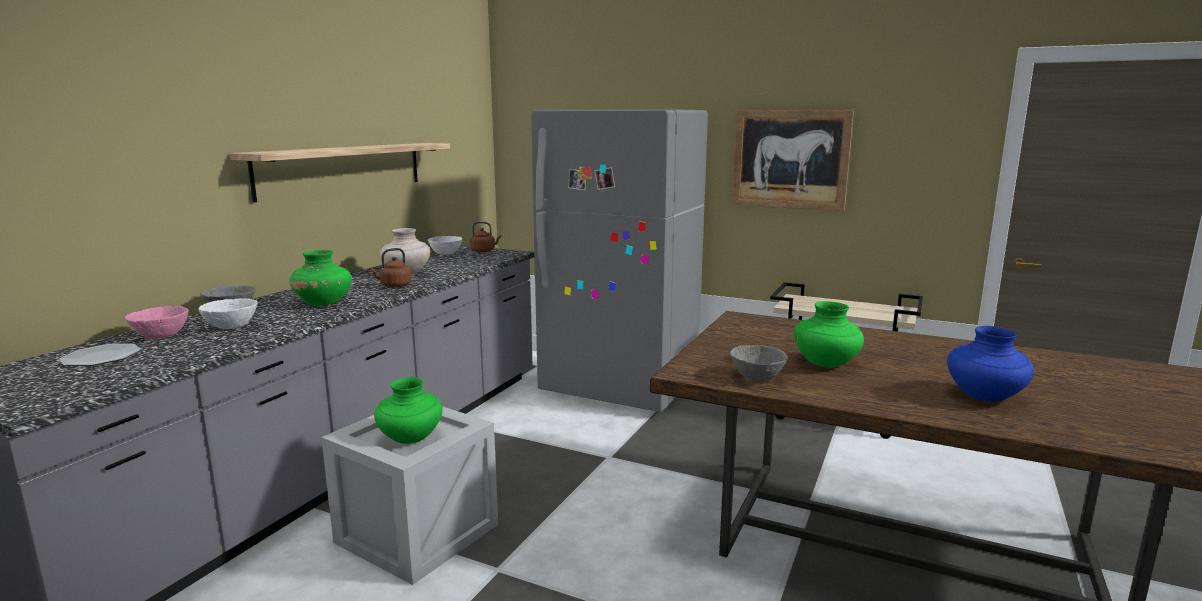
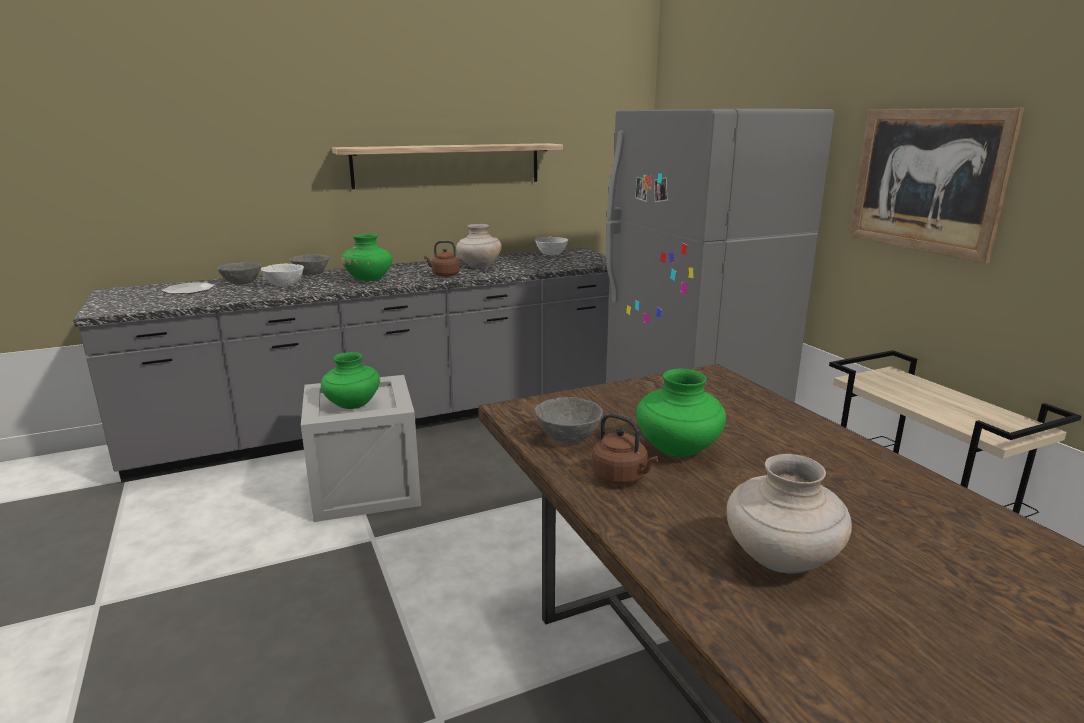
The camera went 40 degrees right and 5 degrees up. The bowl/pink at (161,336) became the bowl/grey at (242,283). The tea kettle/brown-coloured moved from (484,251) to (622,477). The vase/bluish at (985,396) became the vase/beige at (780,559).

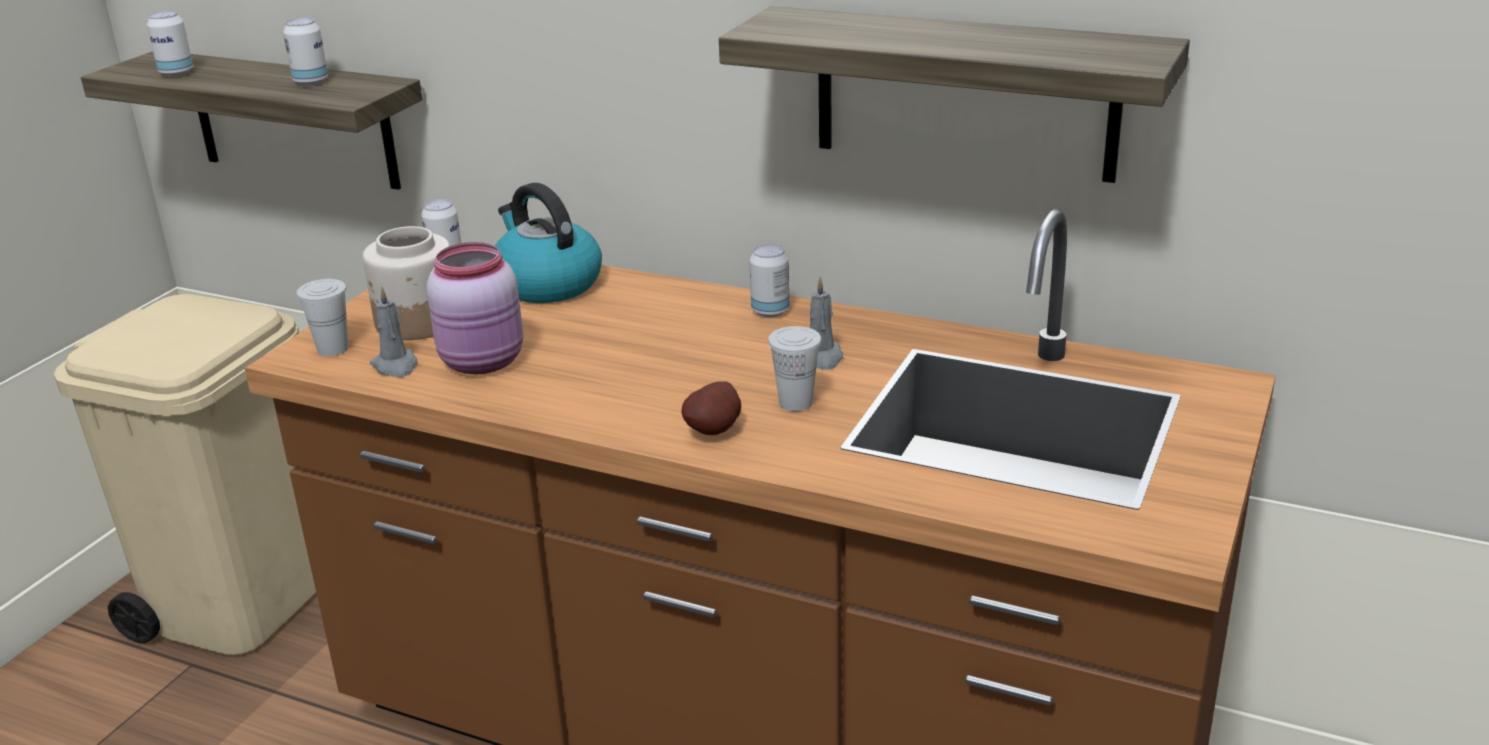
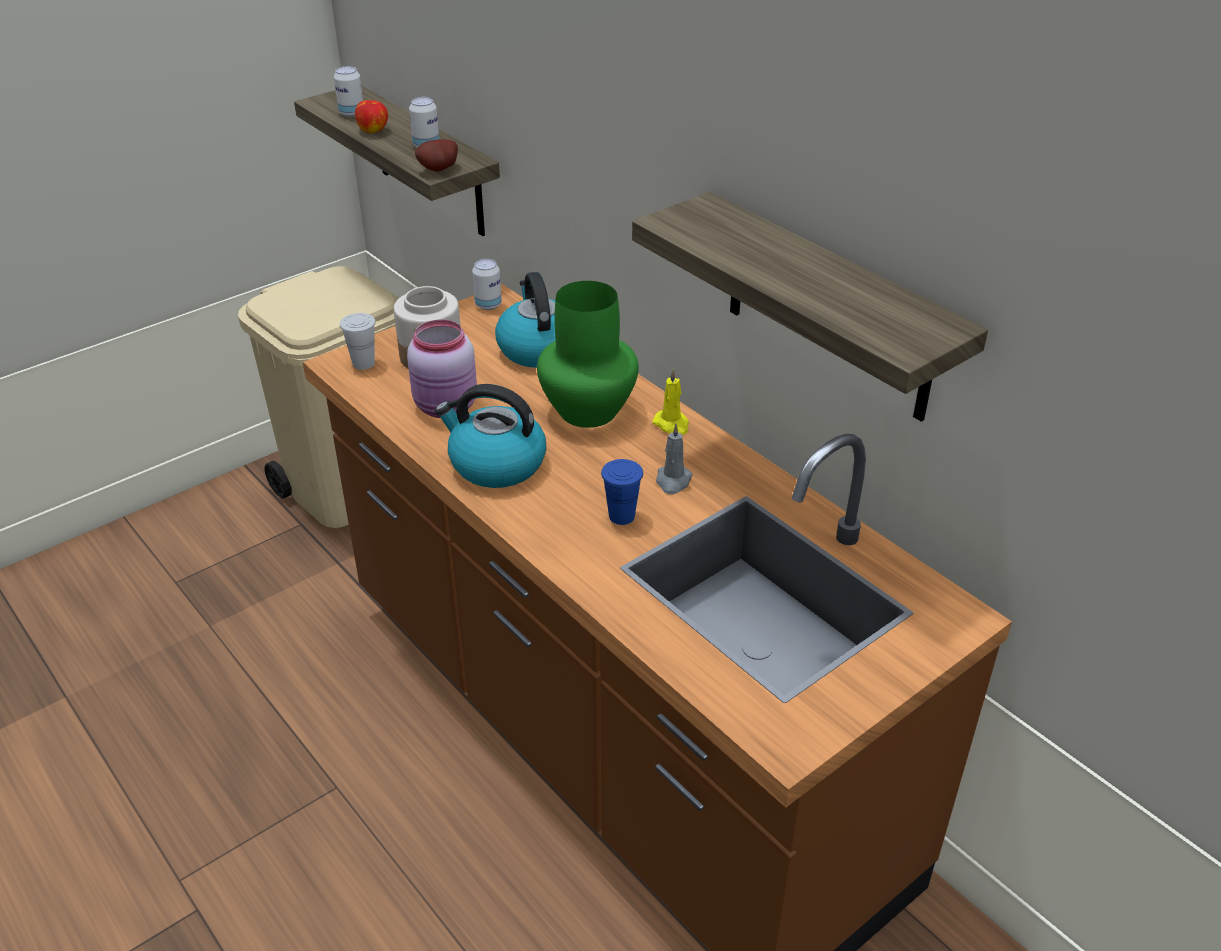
The camera went 25 degrees right and 10 degrees up. The wax light/grey at (396,366) disappeared. The whole potato moved from (716,431) to (440,170). The metal can at (770,311) was replaced by the wax light/yellow-coloured at (672,424). The small cup/white at (795,403) became the small cup/bluish at (621,516). The apple fruit at (373,131) appeared. The tea kettle at (495,464) appeared. The vase/green at (587,411) appeared.

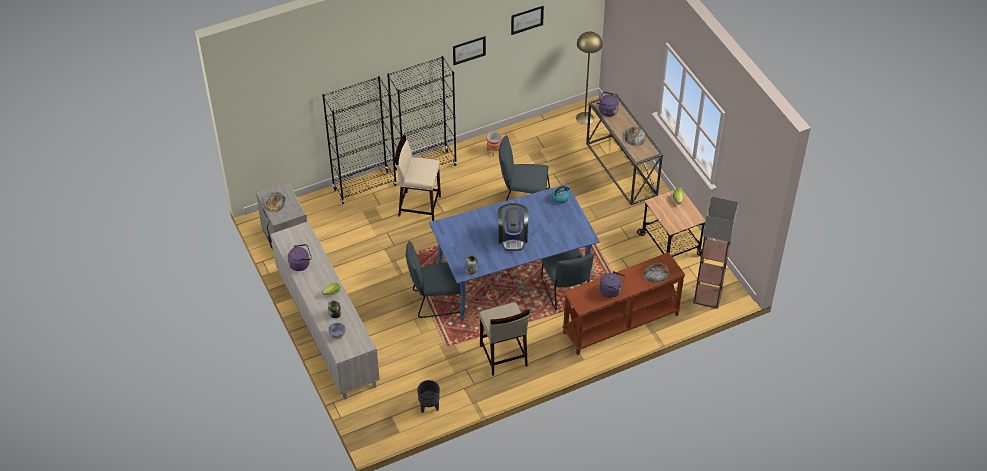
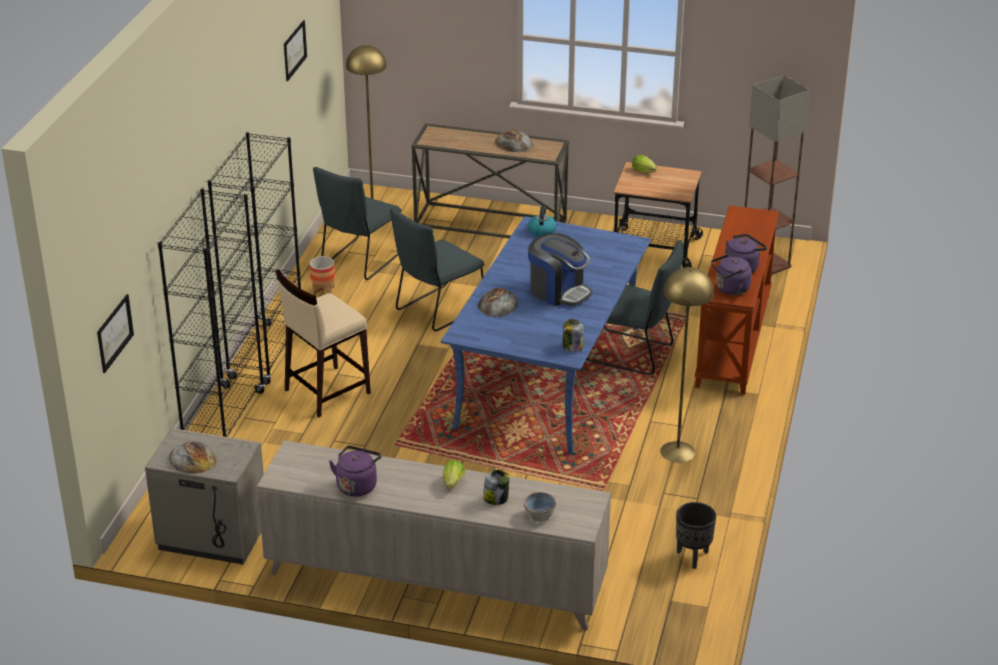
The camera went 50 degrees left and 15 degrees down. The plain chair/grey moved from (435,301) to (359,261). The wall art moved from (469,50) to (114,333). The sitting stool/beige at (503,356) was replaced by the standing lamp/yellow-coloured at (677,452). The tea kettle/purplish moved from (606,111) to (730,289). The bakery bread moved from (656,273) to (498,304).

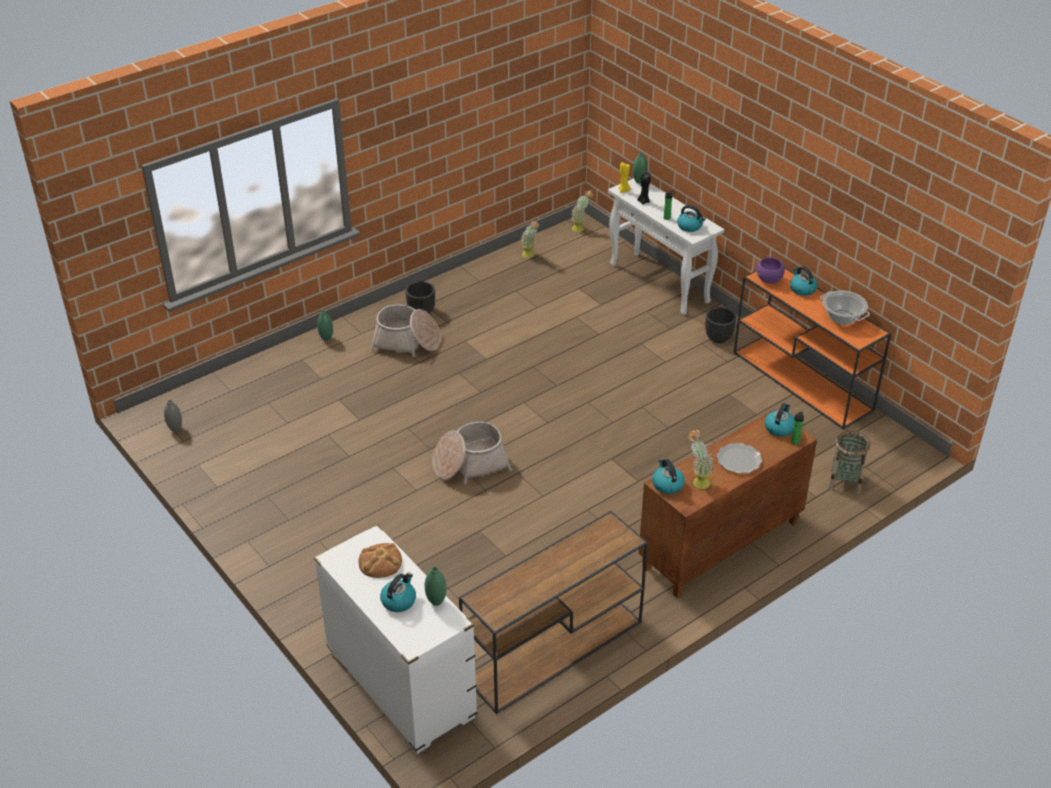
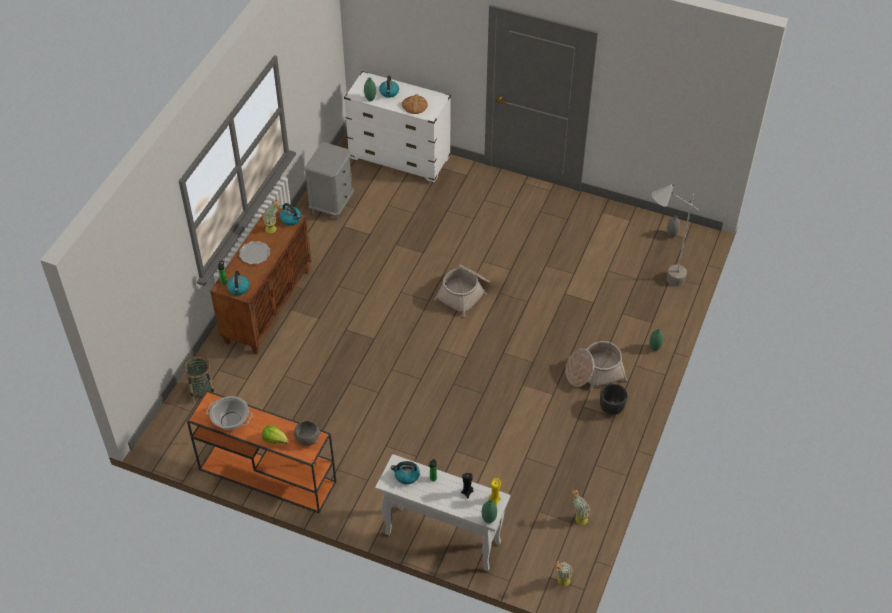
The camera went 150 degrees right and 10 degrees up. The console table/brown-coloured at (552,650) was replaced by the night table/grey at (332,204). The flower pot/black at (719,338) disappeared. The bowl/purplish at (768,279) became the bowl/grey at (307,439). The tea kettle at (802,289) was replaced by the head of lettuce at (275,439). The standing lamp/grey at (661,282) appeared.

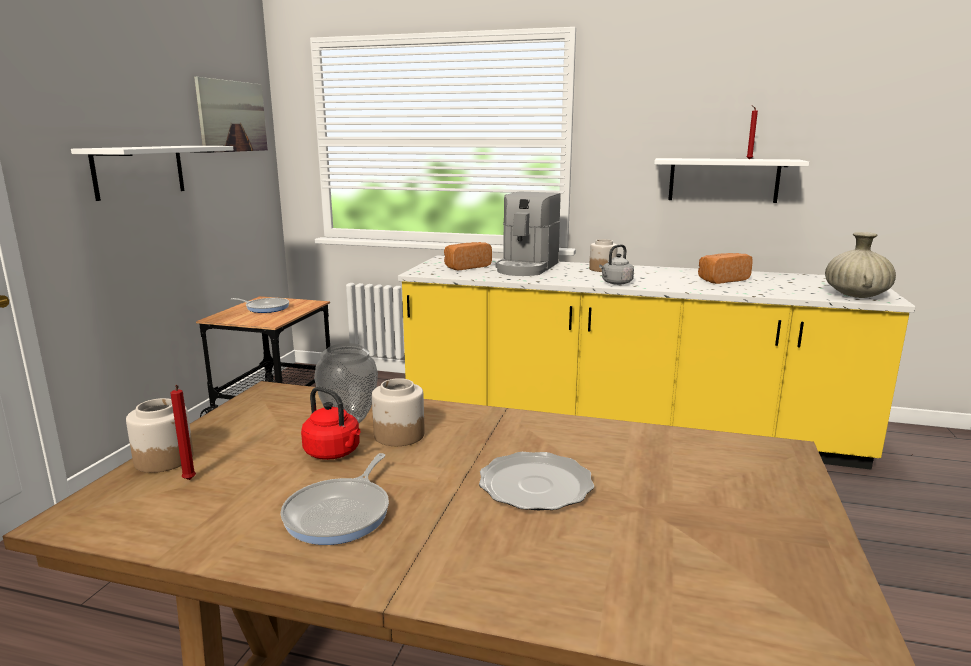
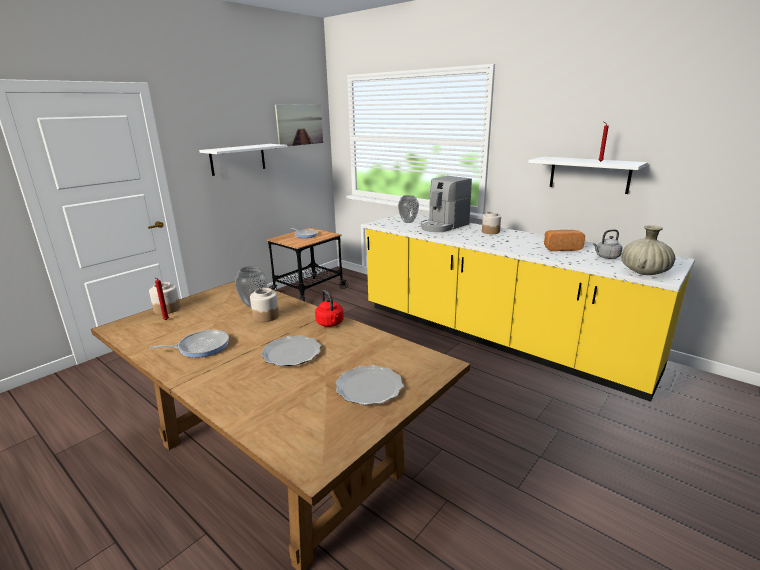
The camera went 25 degrees right and 5 degrees up. The pan at (341,514) turned 150 degrees counterclockwise. The tea kettle/red-coloured moved from (334,453) to (330,323). The bakery bread at (466,267) was replaced by the vase at (408,222). The tea kettle/grey moved from (615,283) to (606,257). The plate at (369,388) appeared.

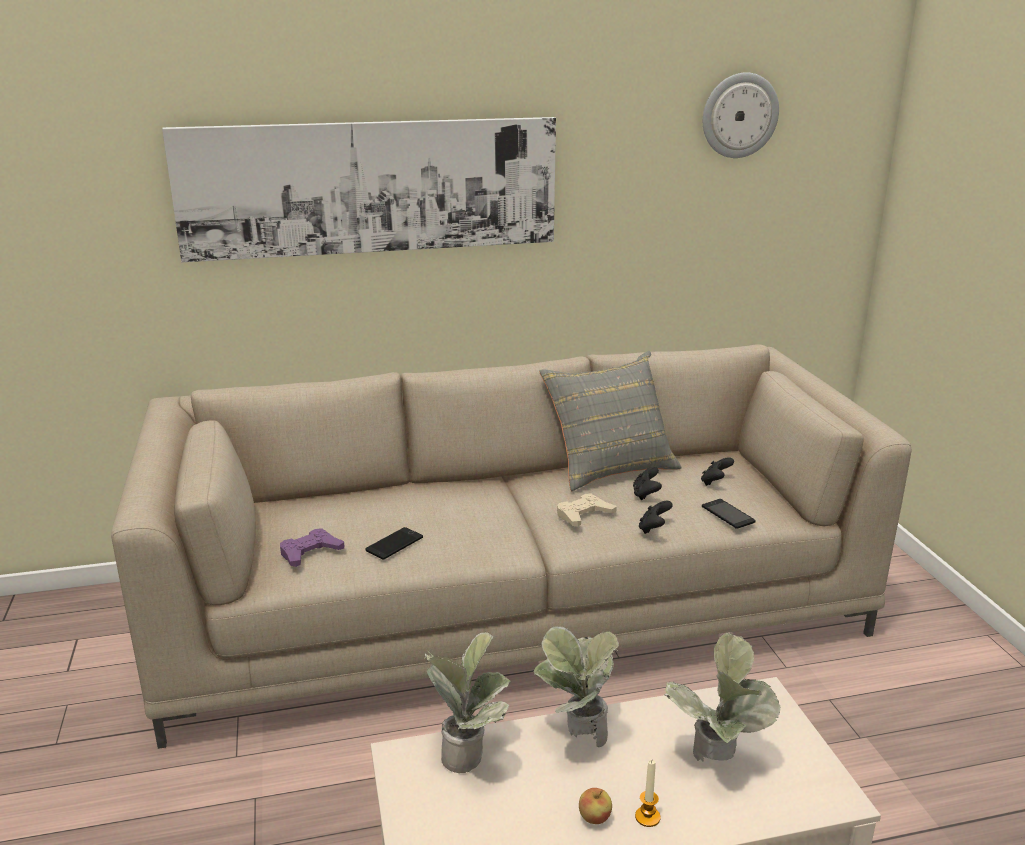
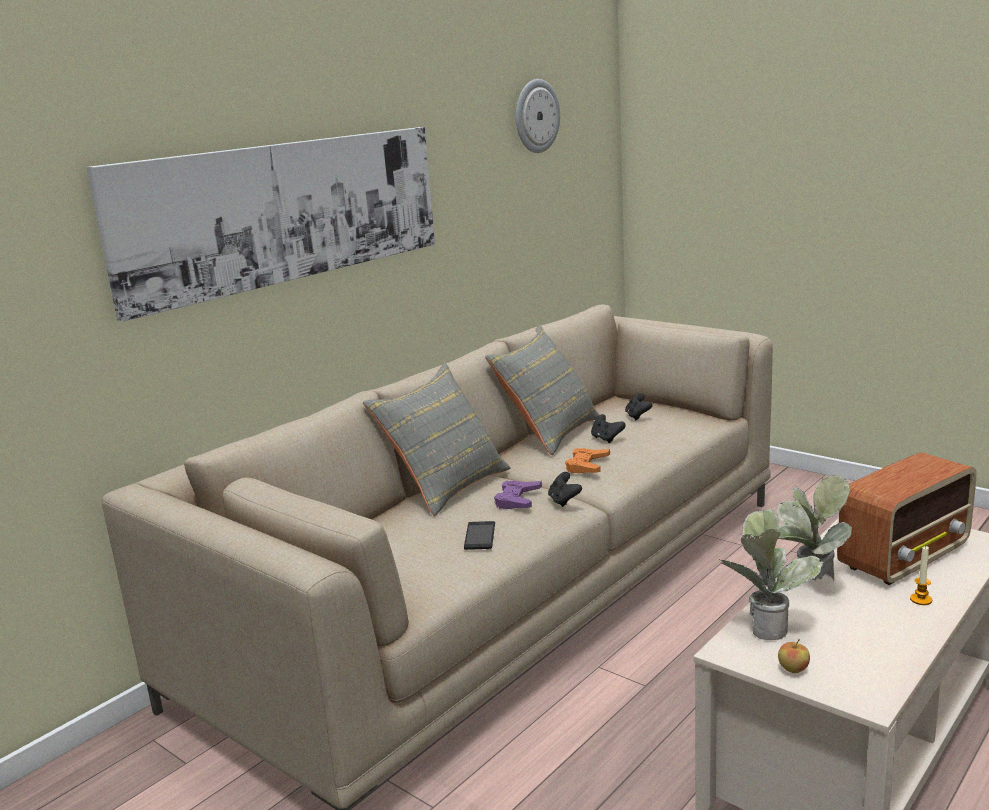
The camera went 35 degrees left and 5 degrees down. The gamepad/purplish moved from (310,553) to (517,500). The gamepad/beige at (584,515) became the gamepad/orange-coloured at (587,465). The apple fruit moved from (594,818) to (793,669). The gamepad/black moved from (653,529) to (564,501). The plant in a pot at (716,764) was replaced by the radio at (905,557). The phone at (728,514) disappeared. The pillow/grey at (445,486) appeared.

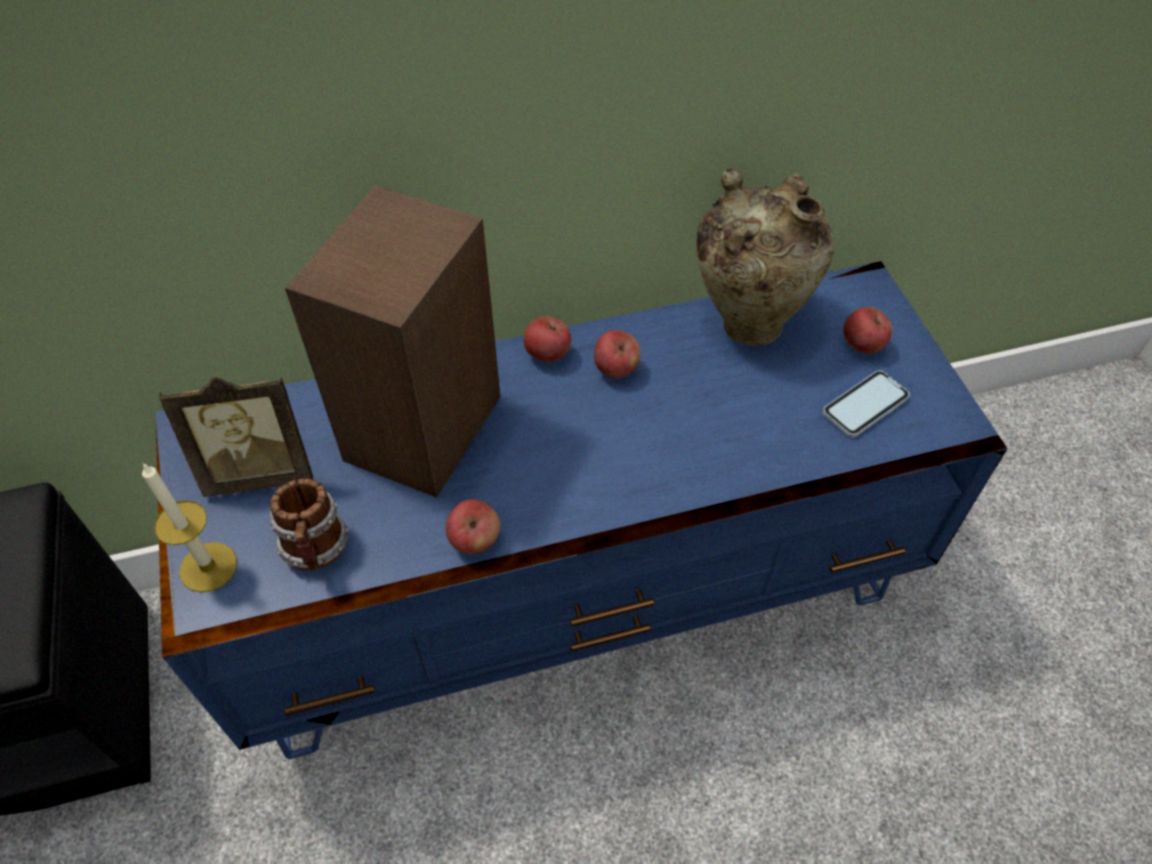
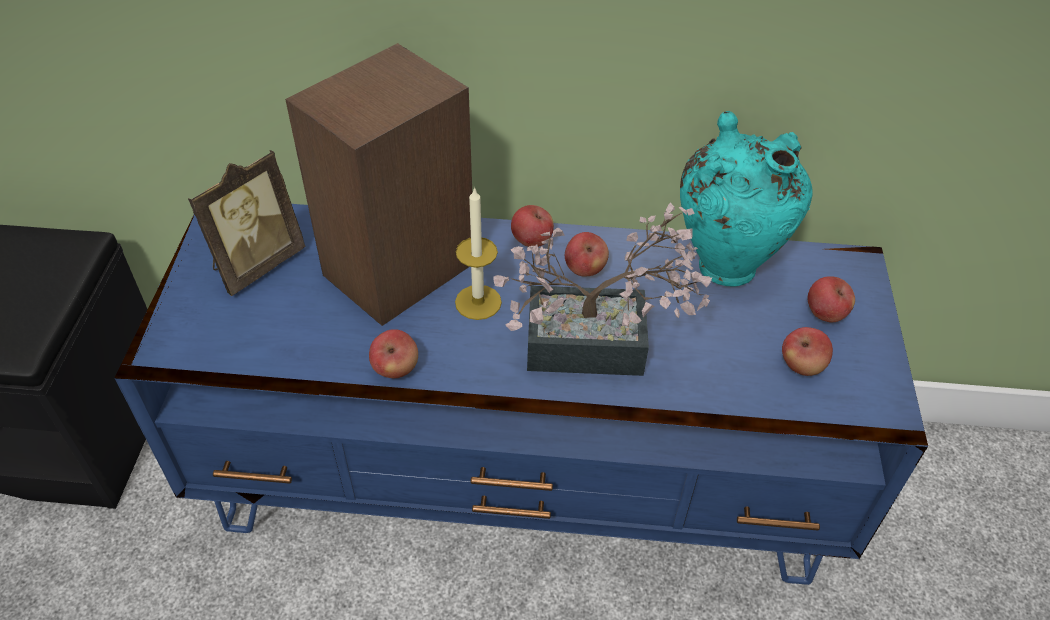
The camera went 20 degrees right and 5 degrees down. The wax light moved from (208,567) to (478,302). The standing frame at (261,471) turned 60 degrees counterclockwise. The mug at (317,550) disappeared. The vase/beige at (748,320) became the vase/turquoise-coloured at (726,263). The phone at (865,405) was replaced by the apple fruit at (801,366). The plant in a pot at (601,346) appeared.

